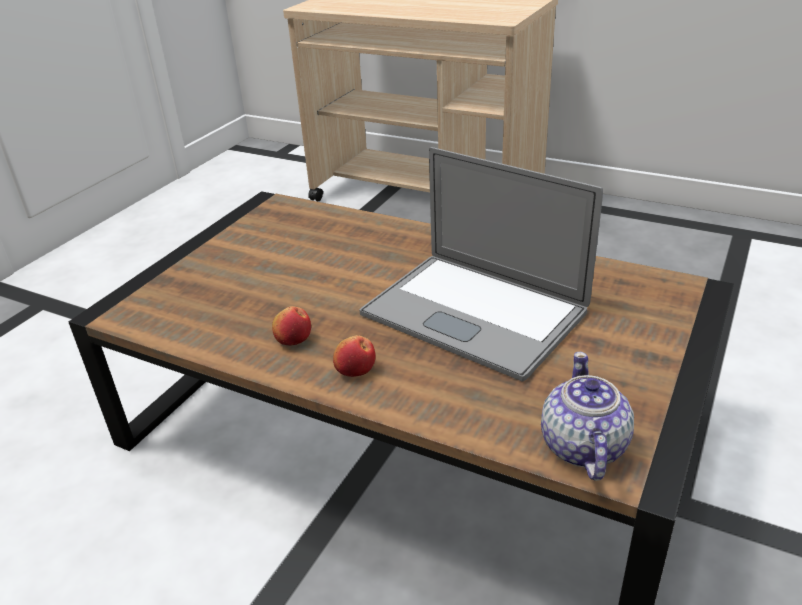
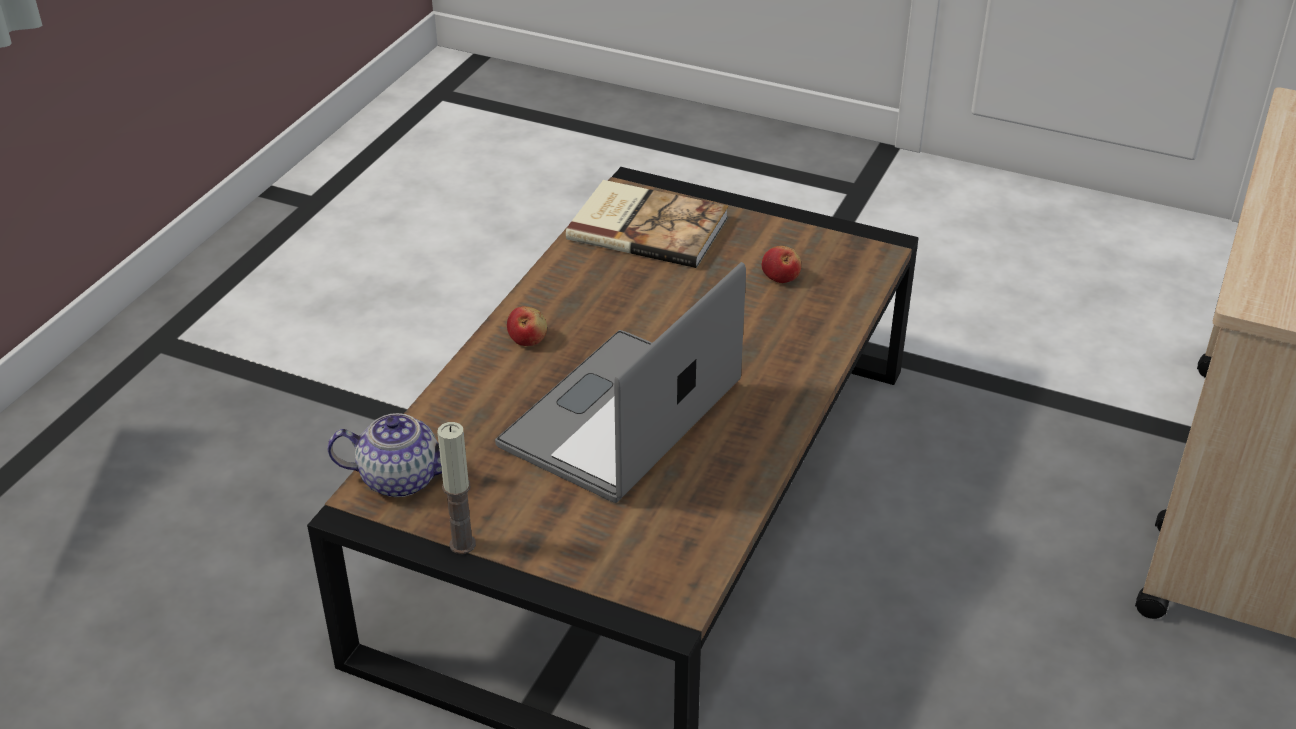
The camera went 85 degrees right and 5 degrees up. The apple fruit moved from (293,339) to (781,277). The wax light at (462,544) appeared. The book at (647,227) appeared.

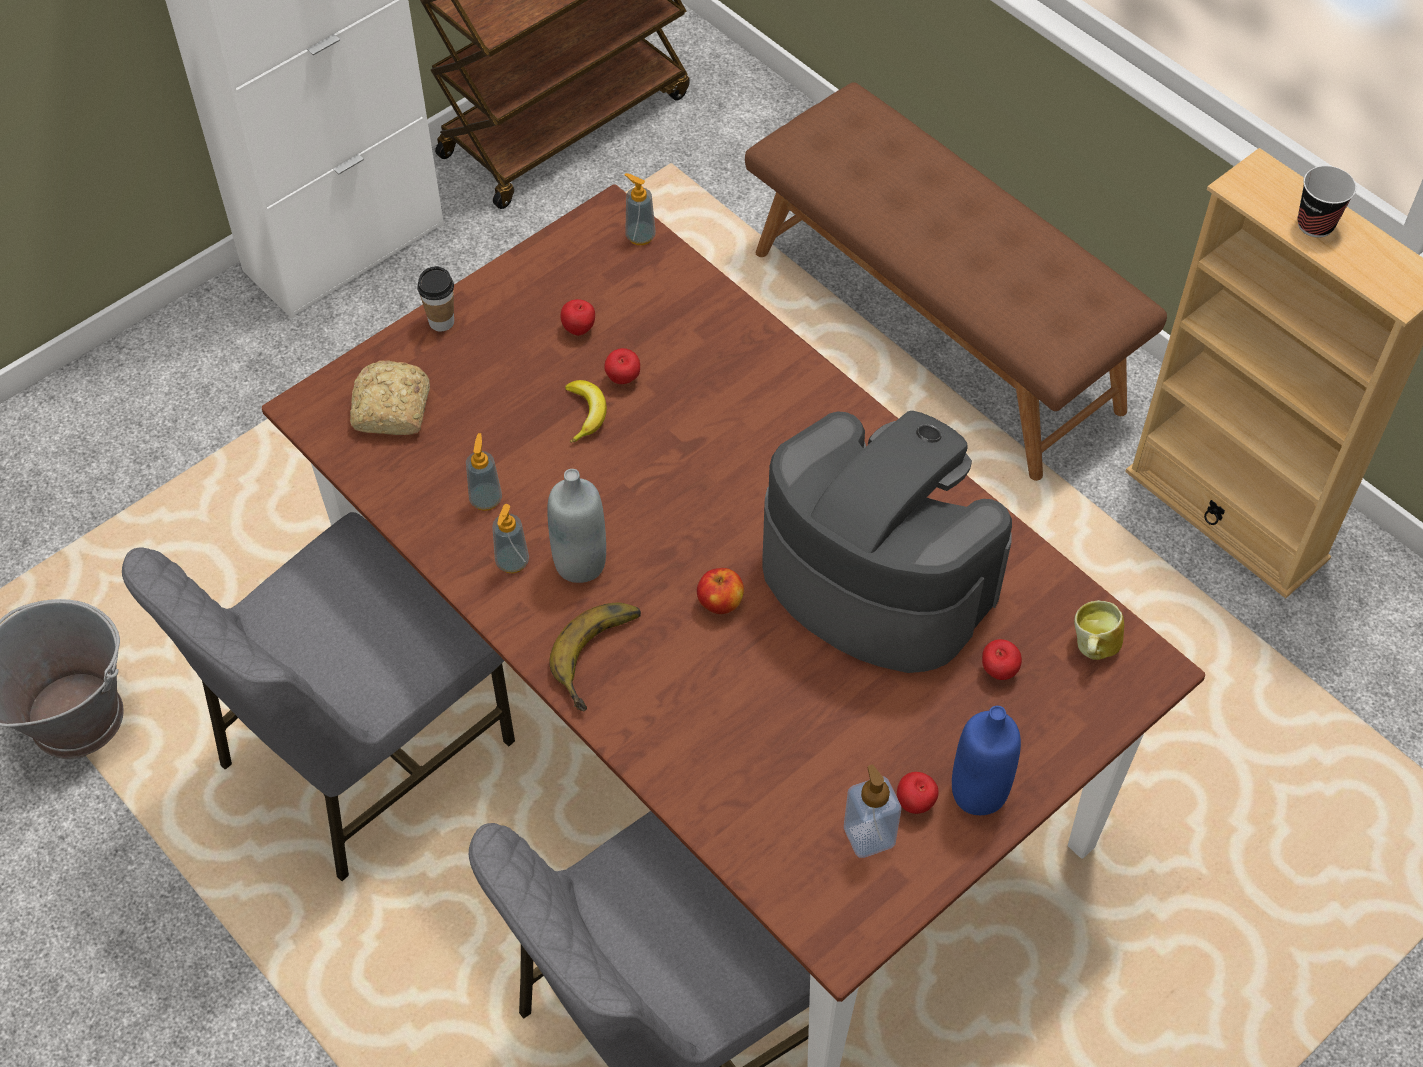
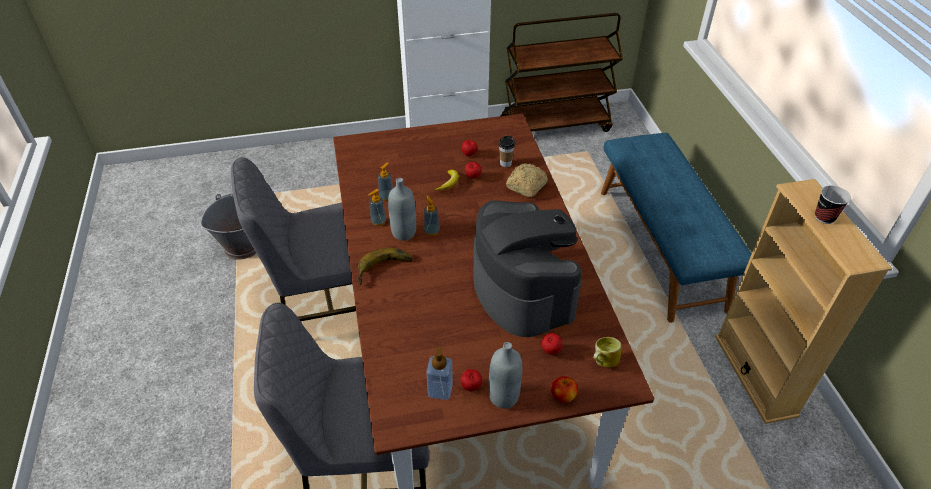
The camera went 30 degrees right and 10 degrees down. The bakery bread moved from (391,411) to (525,186). The small cup moved from (441,322) to (505,163). The soap bottle moved from (640,236) to (431,231). The apple fruit moved from (720,603) to (563,396). The indoor bench/brown-coloured at (937,329) became the indoor bench/bluish at (661,247). The beverage bottle/bluish at (978,792) became the beverage bottle/grey at (504,397).

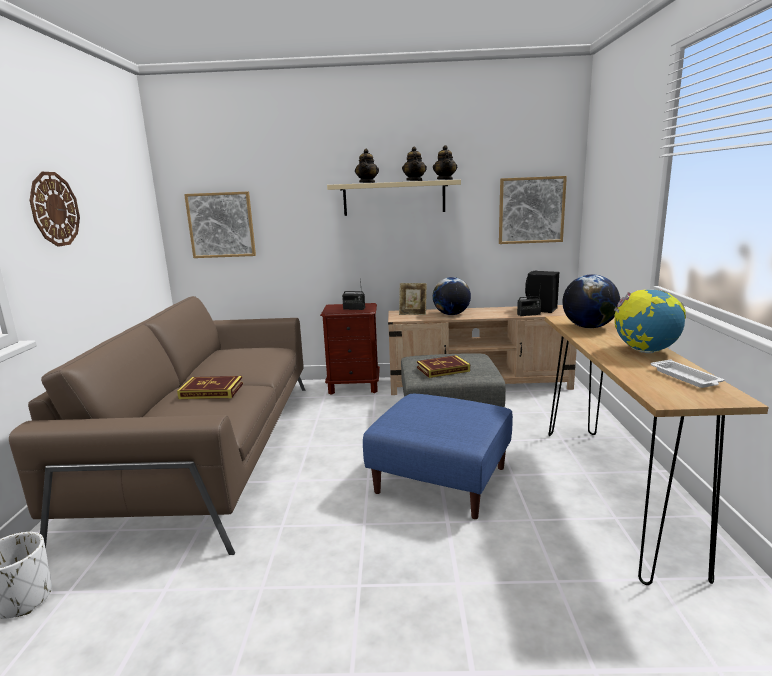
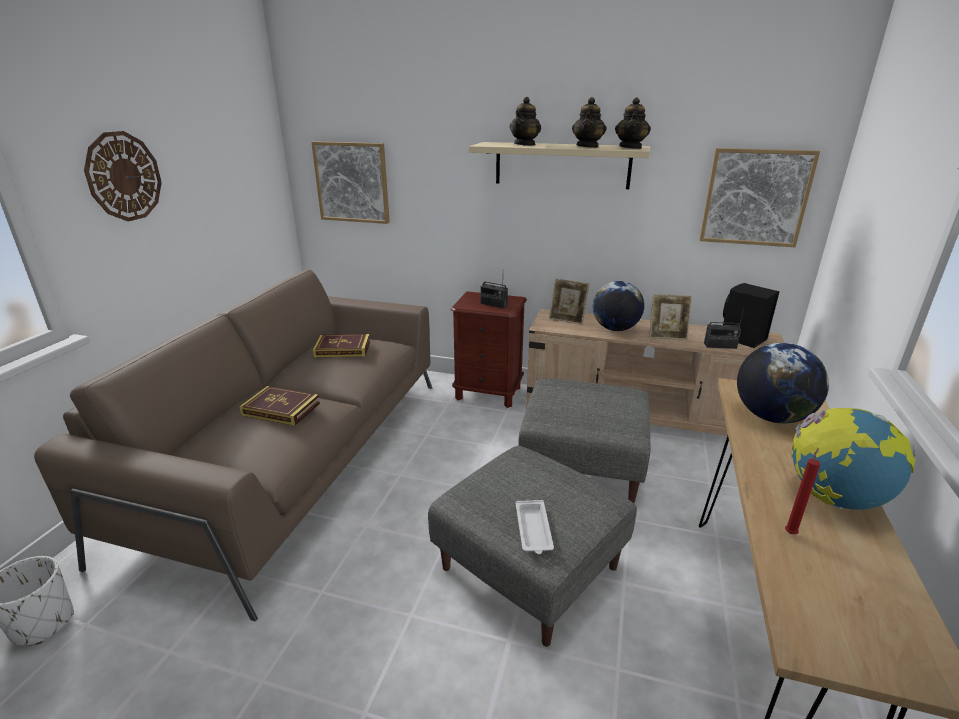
The camera went 15 degrees right and 10 degrees up. The pouffe/bluish at (441,479) became the pouffe/grey at (530,567). The book moved from (443,369) to (342,349). The tray/white moved from (686,378) to (533,530). The standing frame at (667,336) appeared. The wax light/red-coloured at (790,532) appeared.

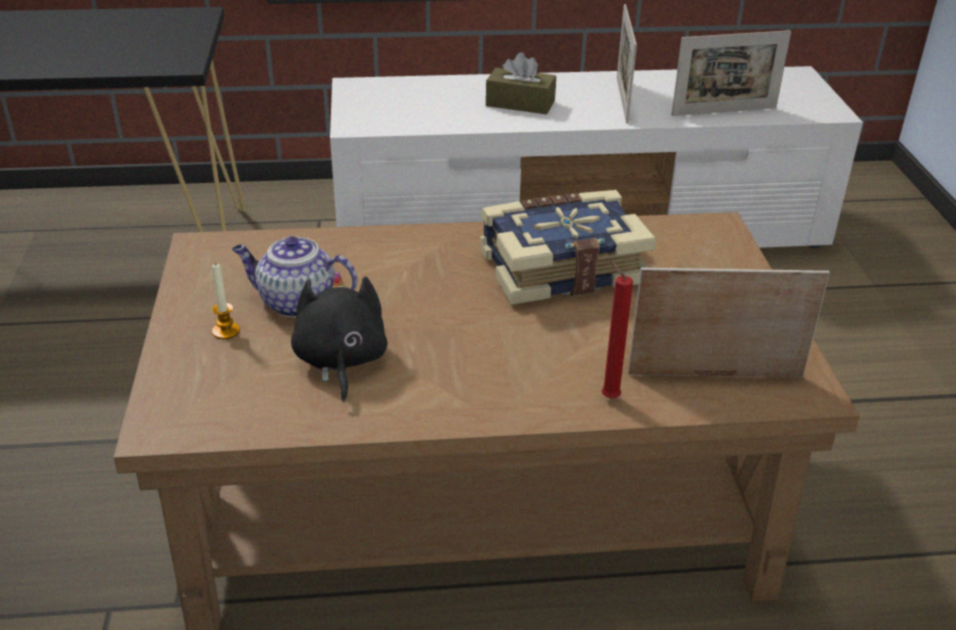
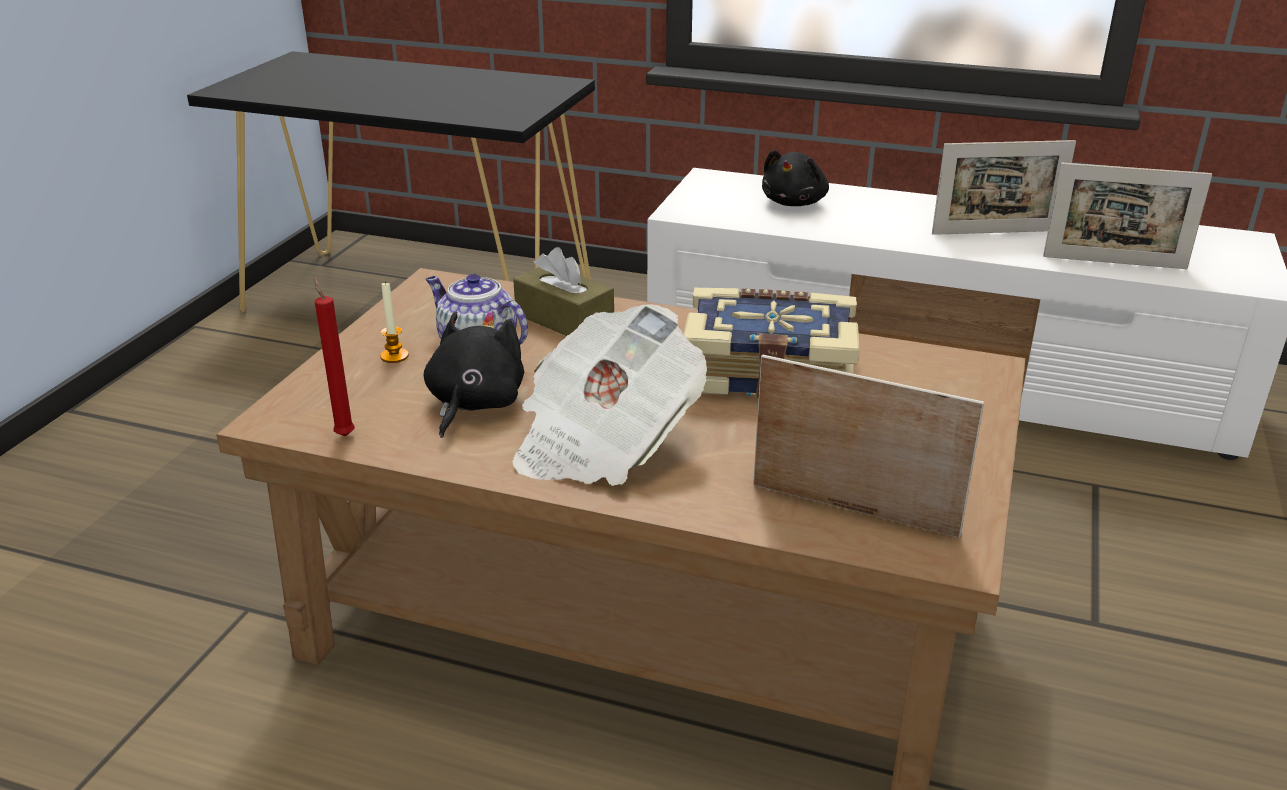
The camera went 25 degrees right and 5 degrees down. The tissue holder/brown-coloured moved from (520,103) to (564,319). The wax light/red-coloured moved from (607,397) to (344,434). The standing frame at (622,100) turned 120 degrees counterclockwise. The daily paper at (603,441) appeared. The cuddly toy/black at (795,202) appeared.

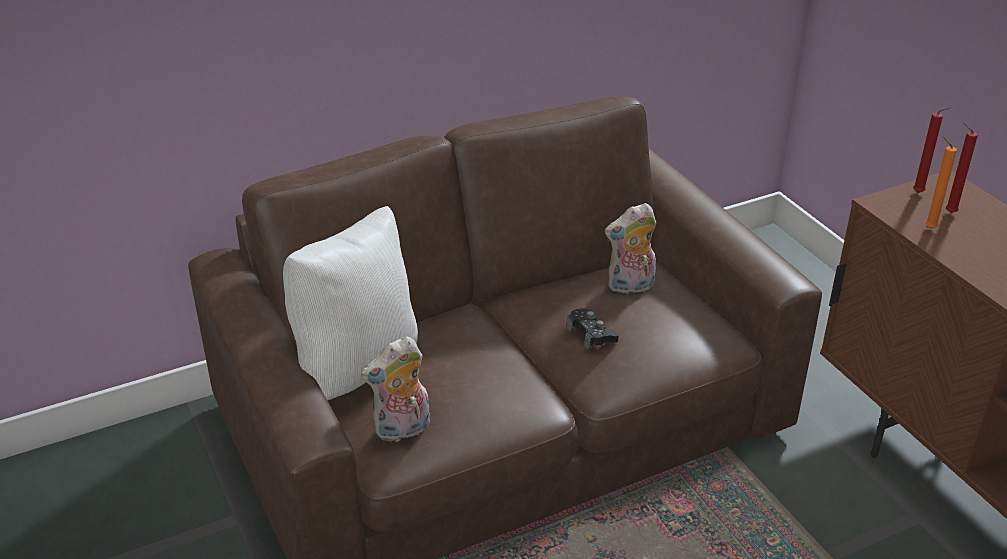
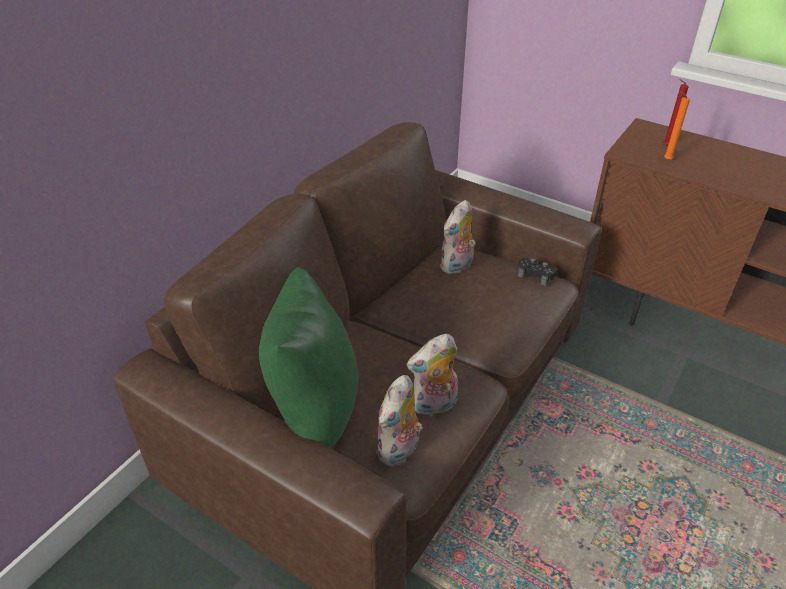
The camera went 30 degrees left and 5 degrees up. The pillow/white at (356,366) became the pillow/green at (313,410). The gamepad/black moved from (591,334) to (536,274). The wax light/red-coloured at (920,193) disappeared. The cuddly toy at (434,406) appeared.

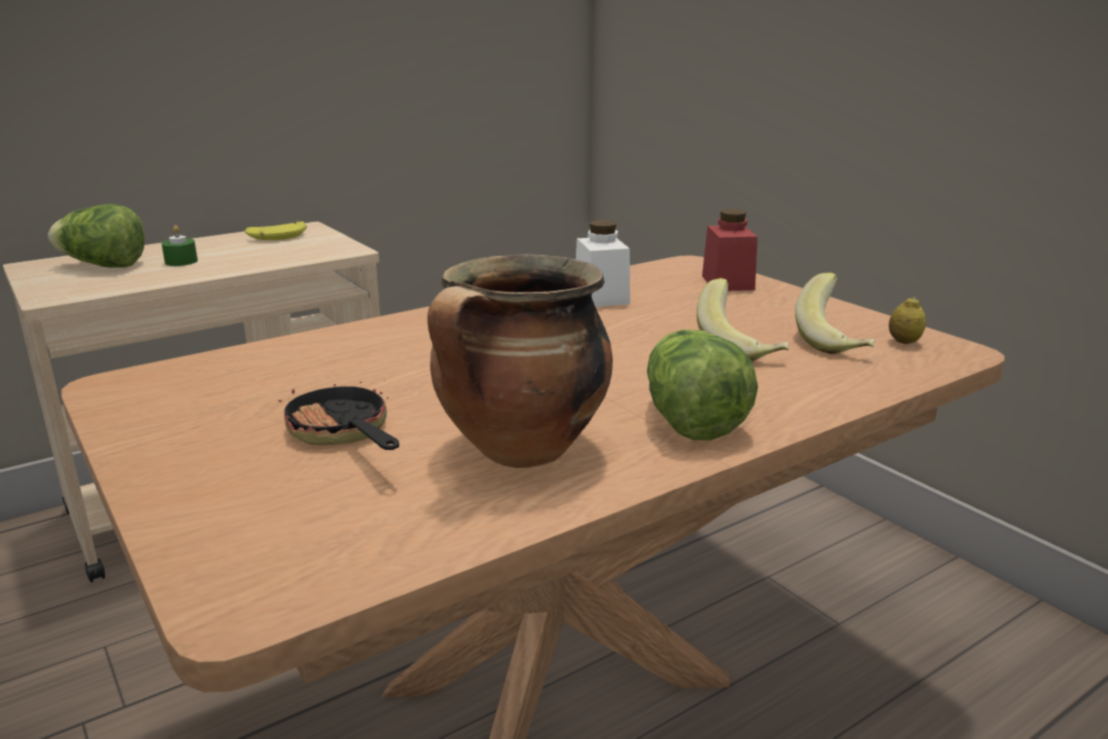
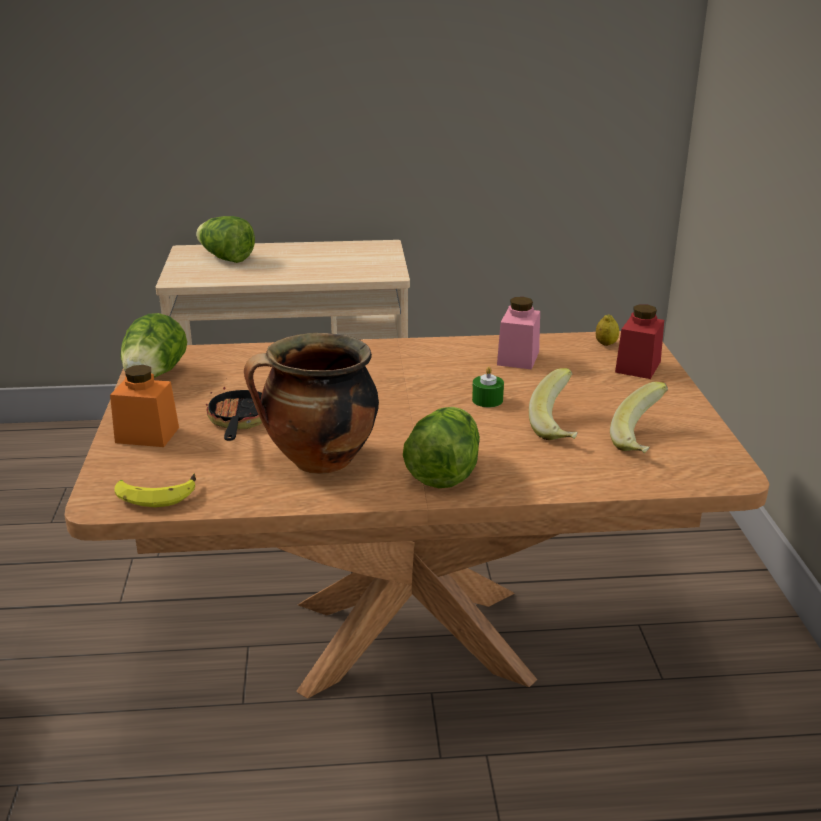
The camera went 30 degrees right and 5 degrees up. The wax light/green moved from (181,261) to (487,400). The banana fruit moved from (277,236) to (157,494). The storage jar/white at (601,297) became the storage jar/pink at (518,358). The citrus fruit moved from (904,342) to (606,344). The storage jar/orange-coloured at (147,435) appeared. The head of lettuce at (154,376) appeared.

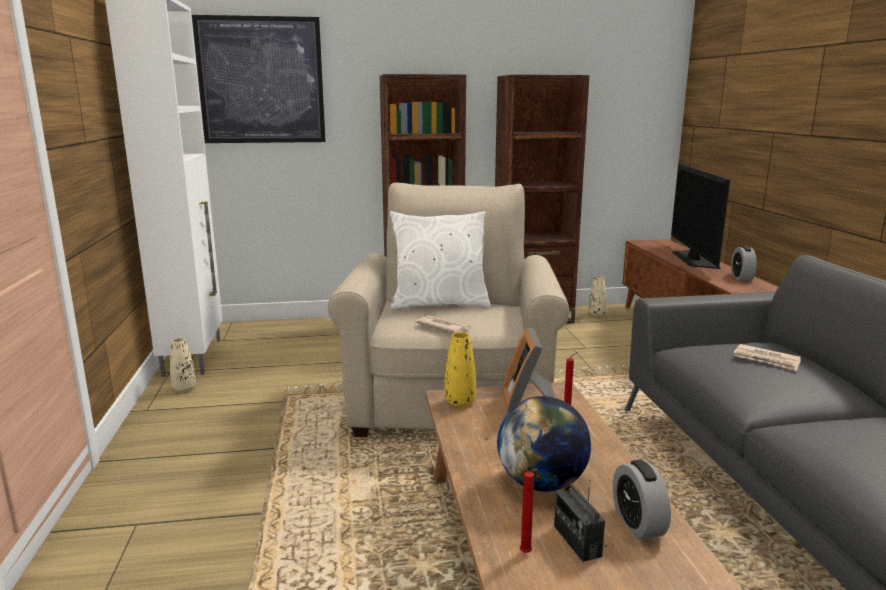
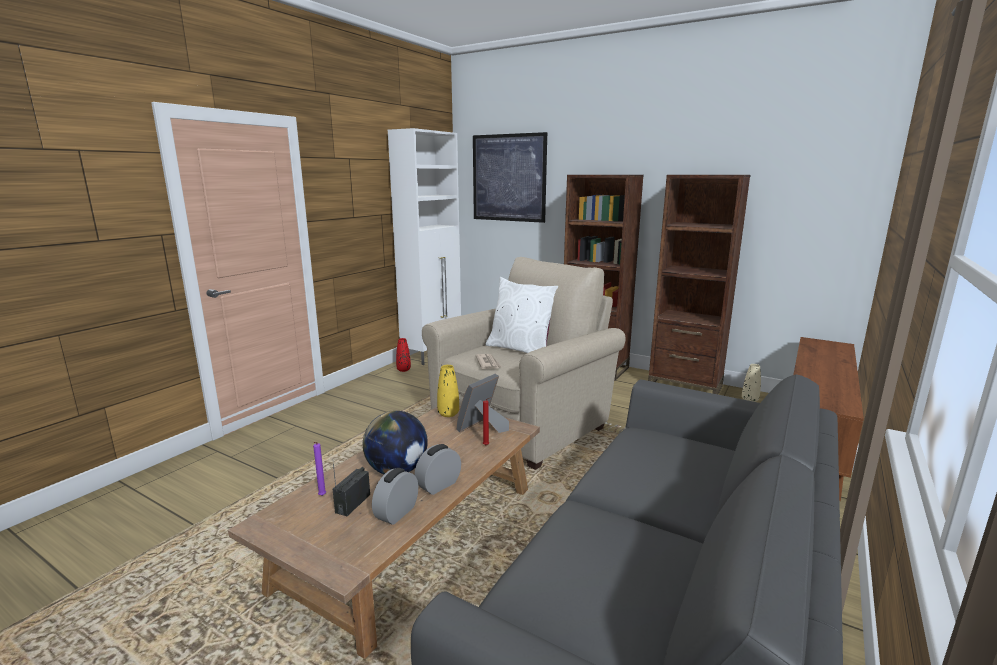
The camera went 40 degrees right and 0 degrees up. The vase/beige at (184,389) became the vase/red-coloured at (403,370). The wax light/red-coloured at (527,554) became the wax light/purplish at (321,496). The television at (693,259) disappeared. The alarm clock moved from (741,277) to (439,485). The daily paper at (766,360) disappeared.

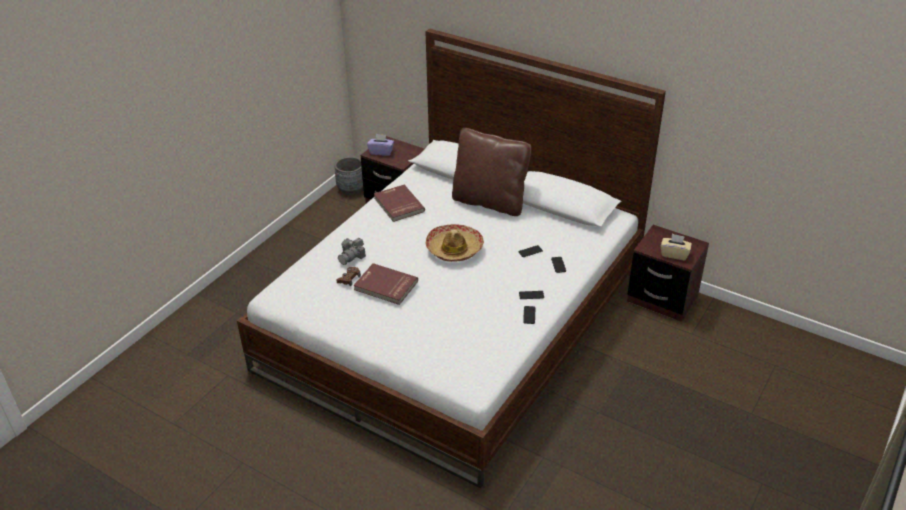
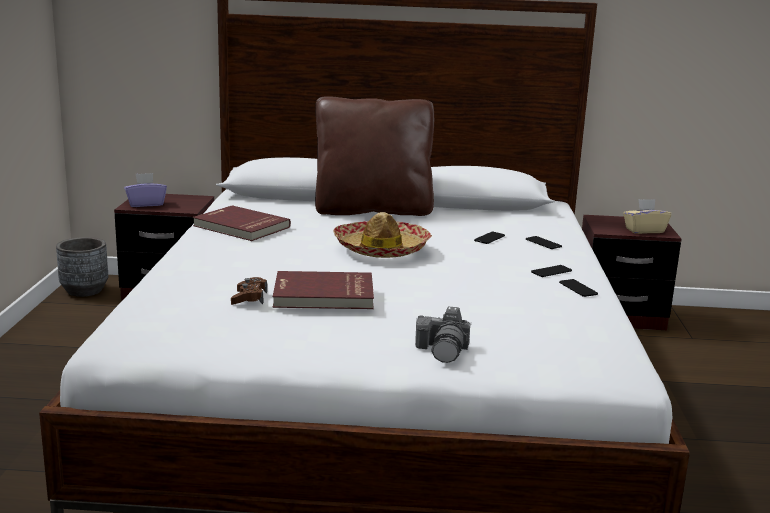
The camera went 30 degrees left and 20 degrees down. The photo camera moved from (352,256) to (444,350).

